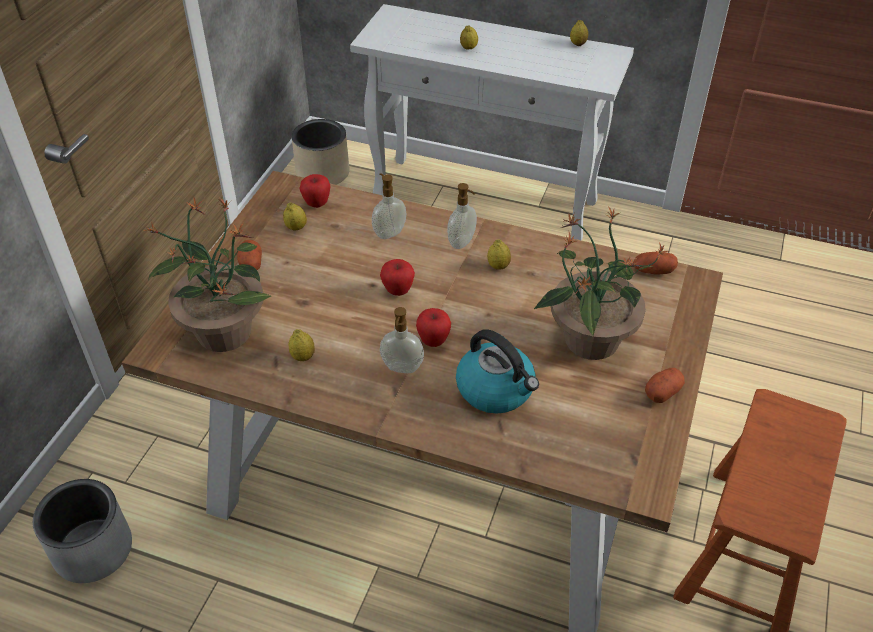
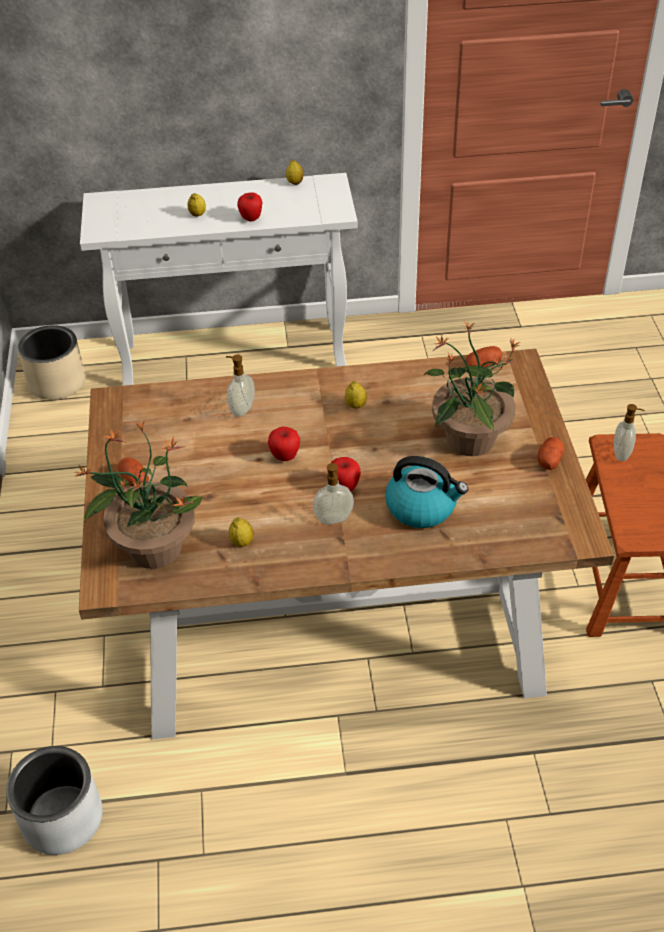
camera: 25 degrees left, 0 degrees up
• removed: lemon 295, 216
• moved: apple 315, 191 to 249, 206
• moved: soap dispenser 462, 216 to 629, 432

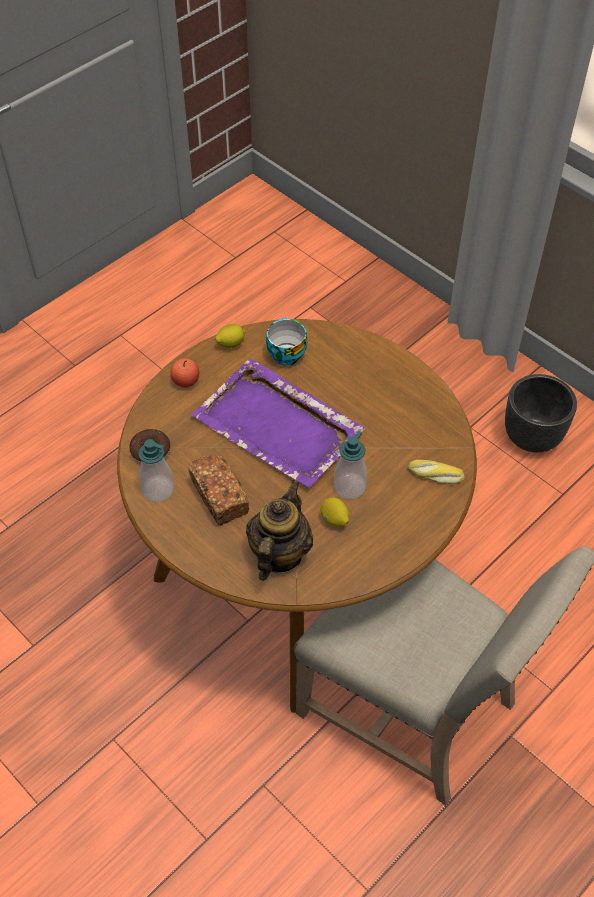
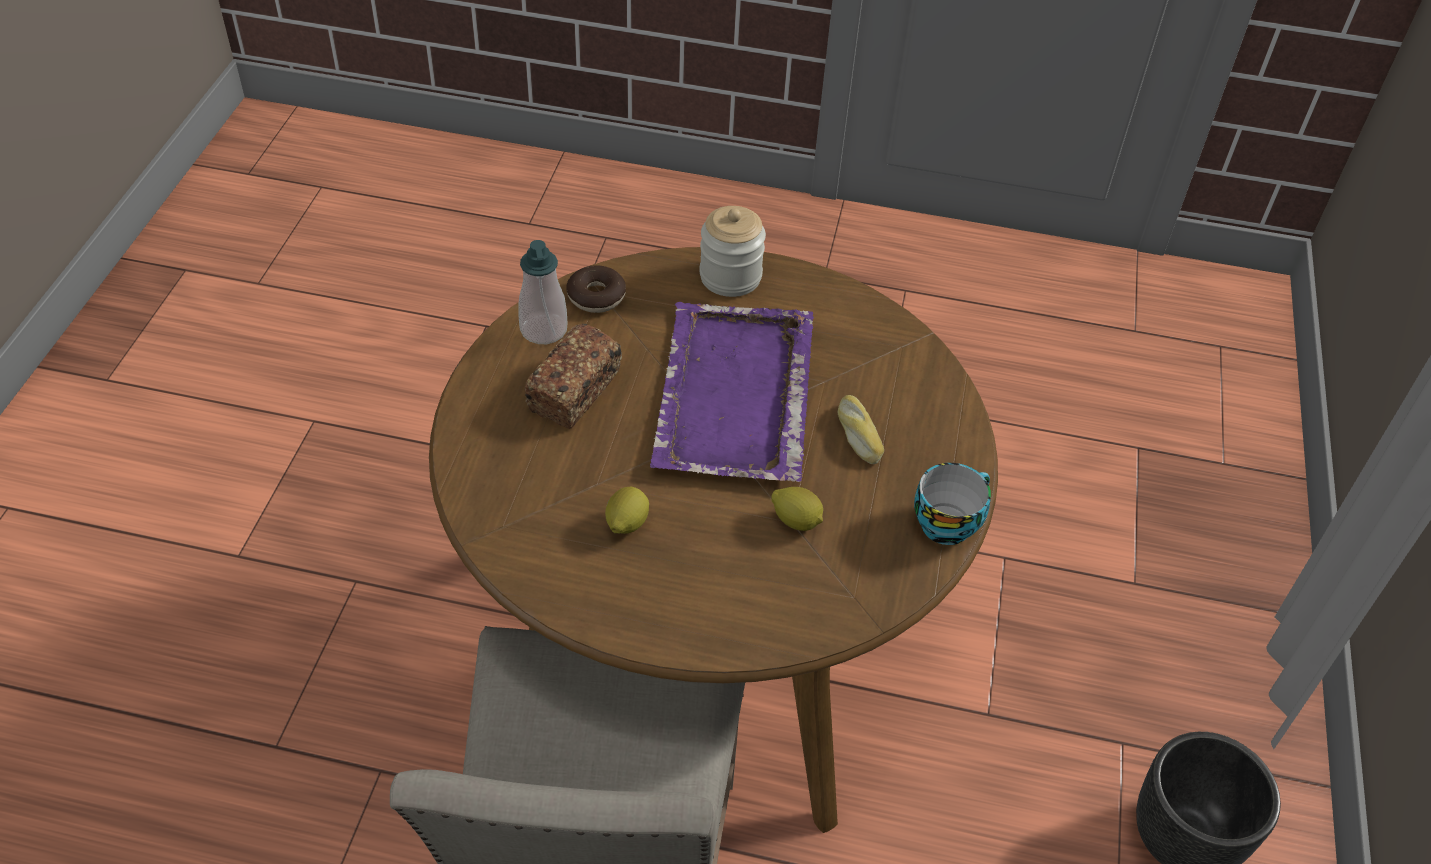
camera: 55 degrees right, 5 degrees down
• removed: teapot 279, 530
• removed: soap dispenser 350, 465
• moved: lemon 230, 336 to 797, 509
• moved: cup 287, 341 to 952, 504
• moved: bread 436, 472 to 861, 429
• replaced: apple 184, 372 to jar 732, 251

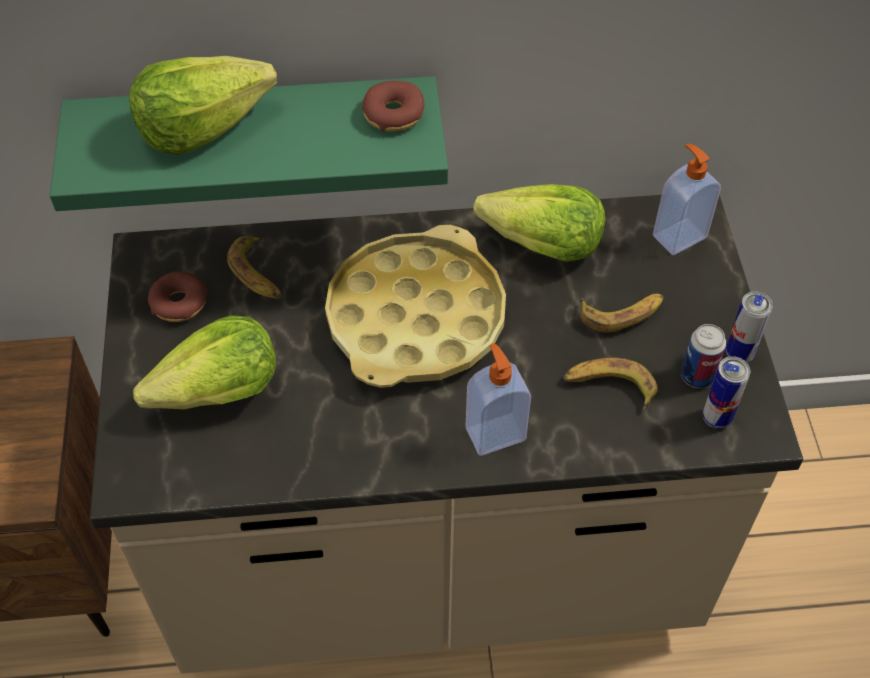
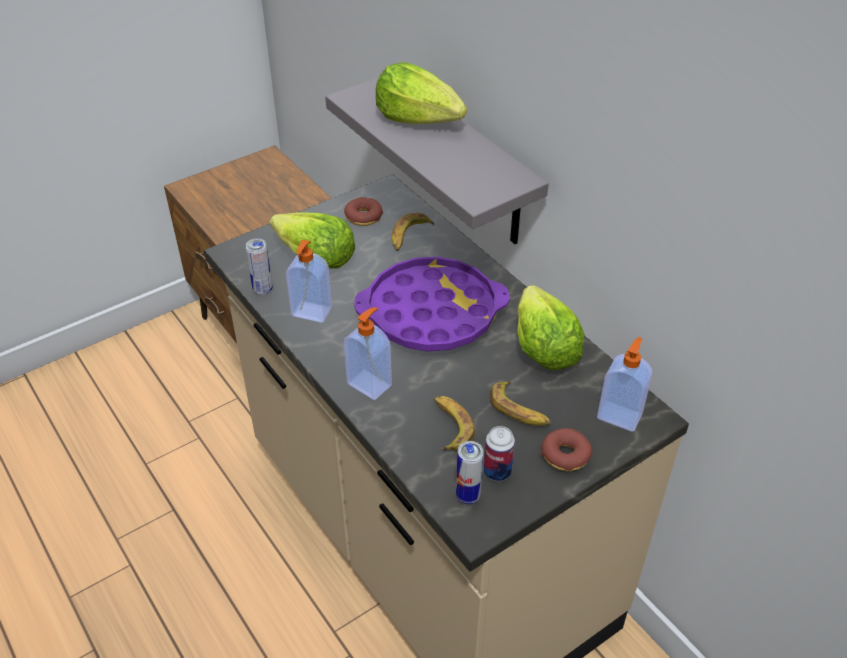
camera: 60 degrees right, 10 degrees down
• added: soap dispenser 309, 281
• moved: donut 393, 106 to 566, 449
• moved: can 749, 327 to 259, 266
• recoloured: shelf (green) 249, 143 to shelf (grey) 437, 160
• recoloured: tray (yellow) 415, 306 to tray (purple) 432, 303

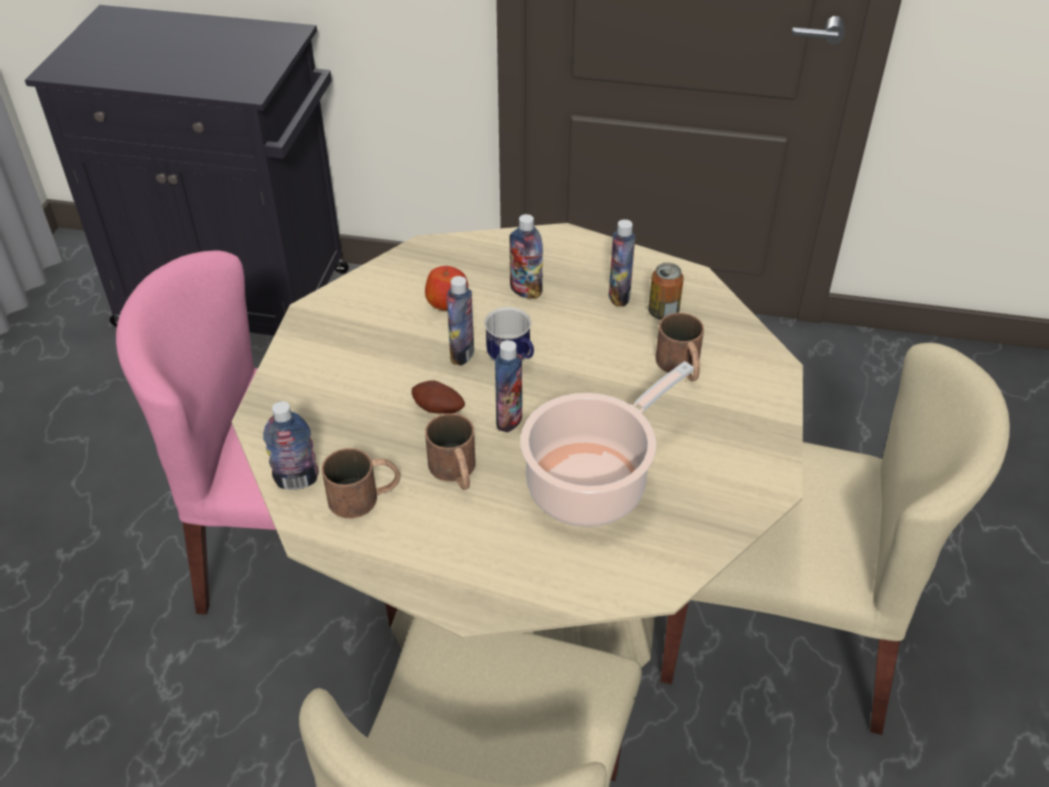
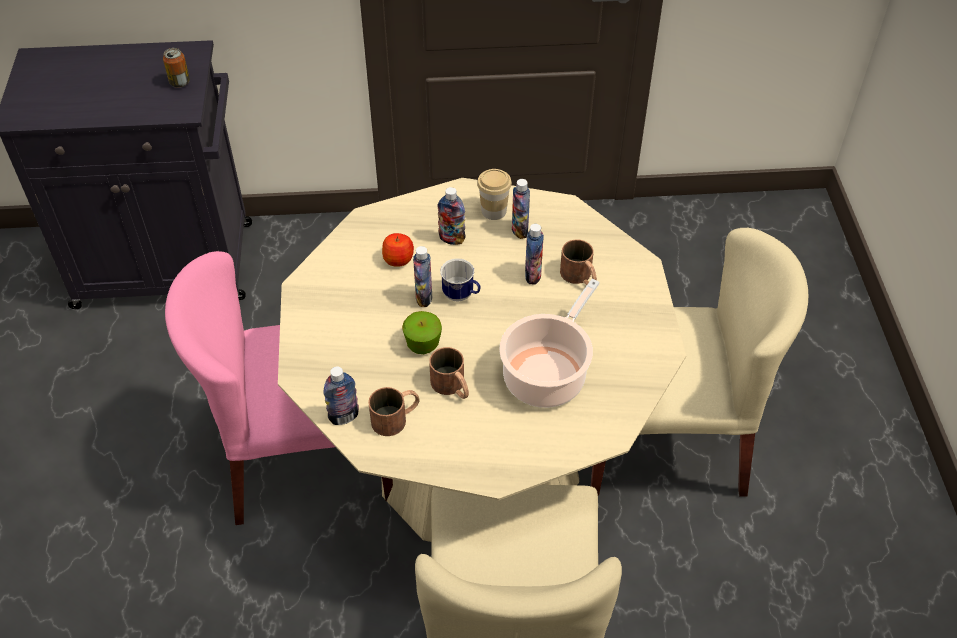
camera: 15 degrees left, 5 degrees up
• added: cup 494, 194
• moved: bottle 508, 386 to 534, 254
• moved: can 666, 291 to 176, 68
• replaced: potato 438, 397 to apple 422, 332

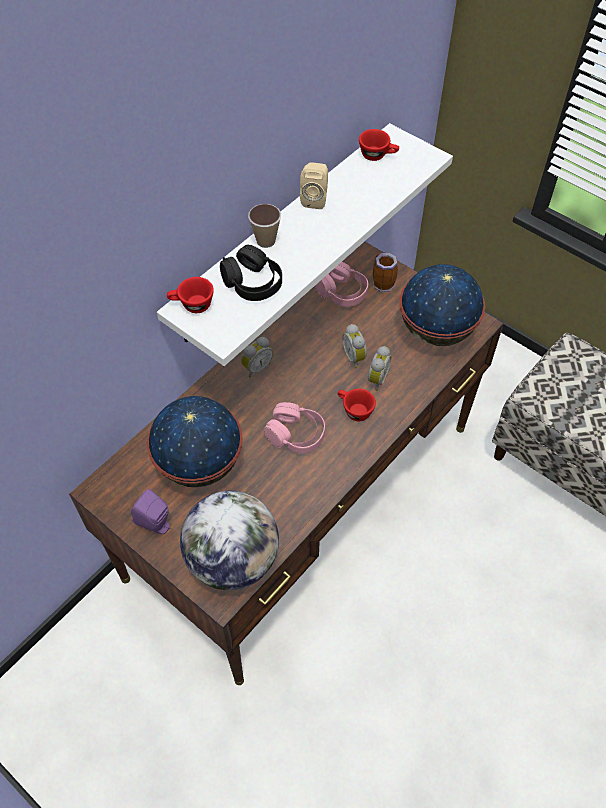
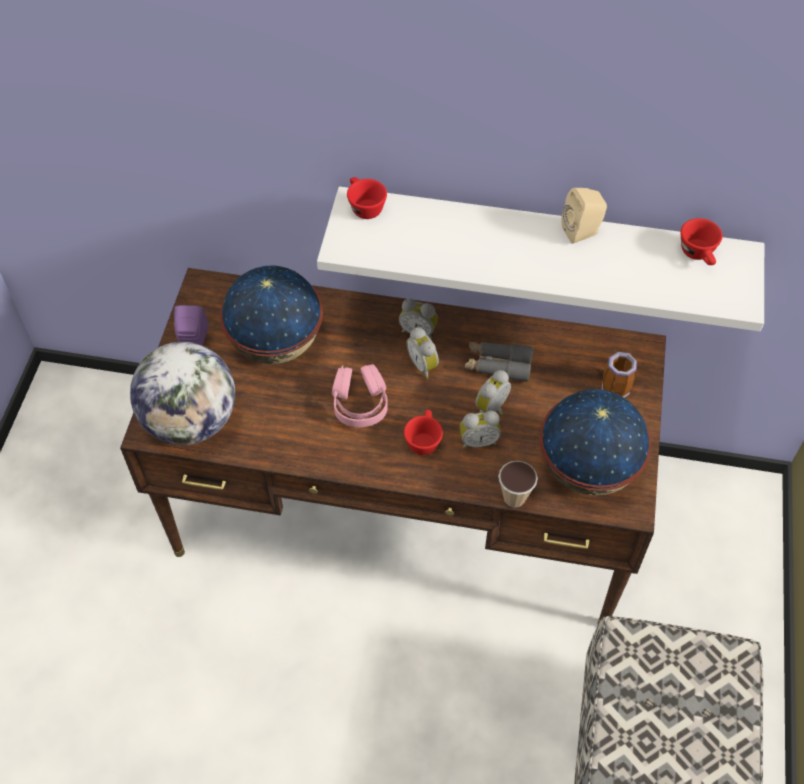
camera: 60 degrees right, 0 degrees up
• removed: headphones (black) 251, 273
• removed: headphones (pink) 341, 284
• added: alarm clock 422, 353
• added: binoculars (grey) 499, 361
• moved: cup 264, 226 to 518, 484

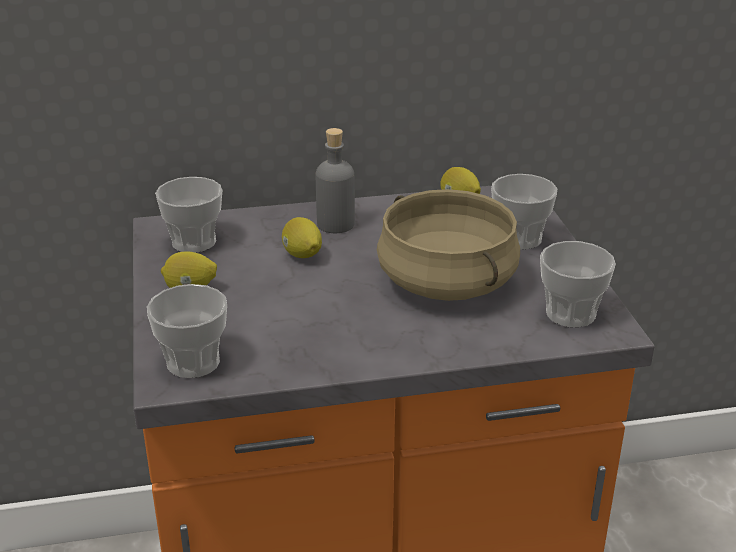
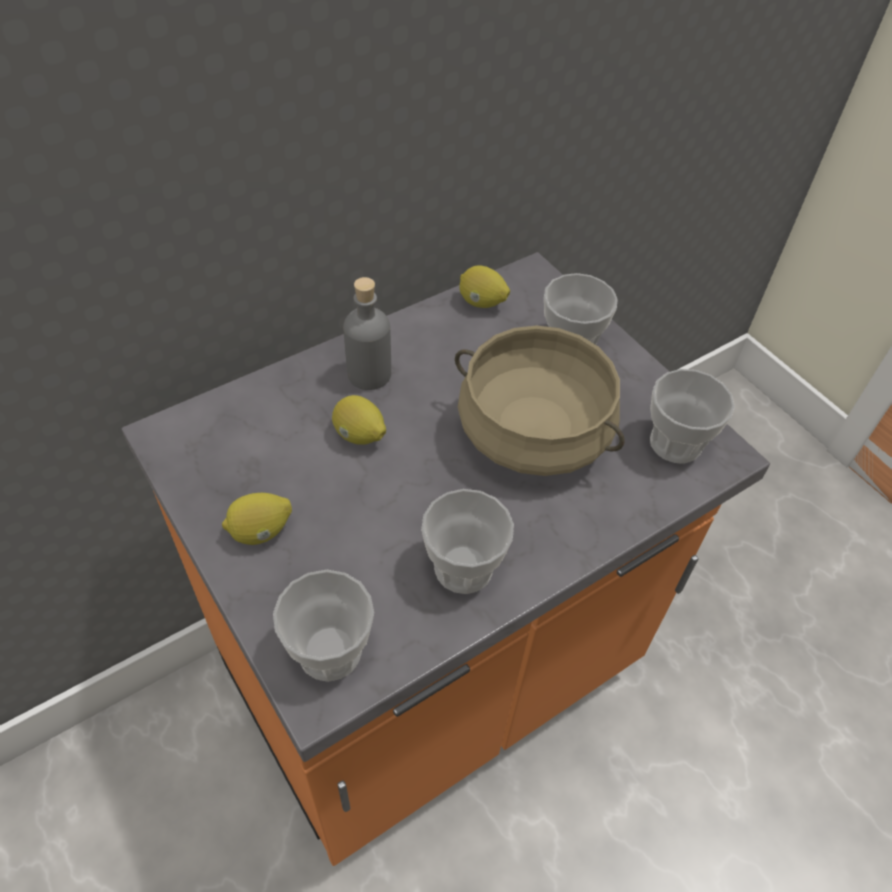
camera: 25 degrees left, 20 degrees up
• moved: cup 188, 215 to 467, 541

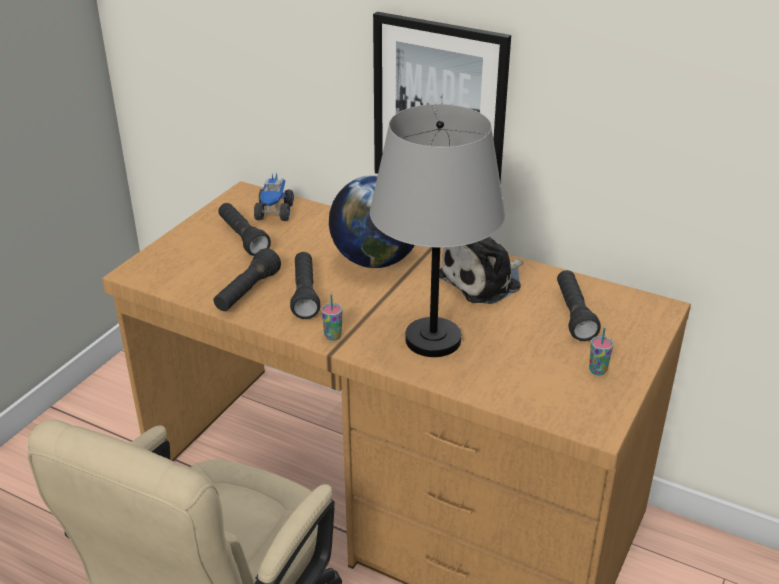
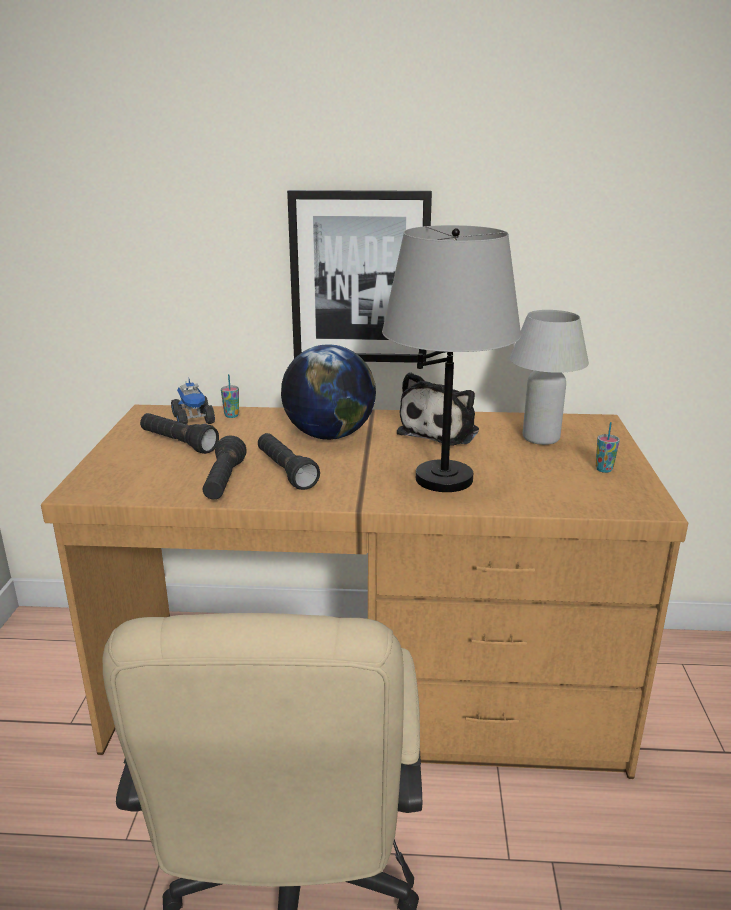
camera: 25 degrees left, 10 degrees down
• moved: cup 332, 317 to 230, 396
• replaced: flashlight (black) 579, 305 to table lamp (white) 549, 377

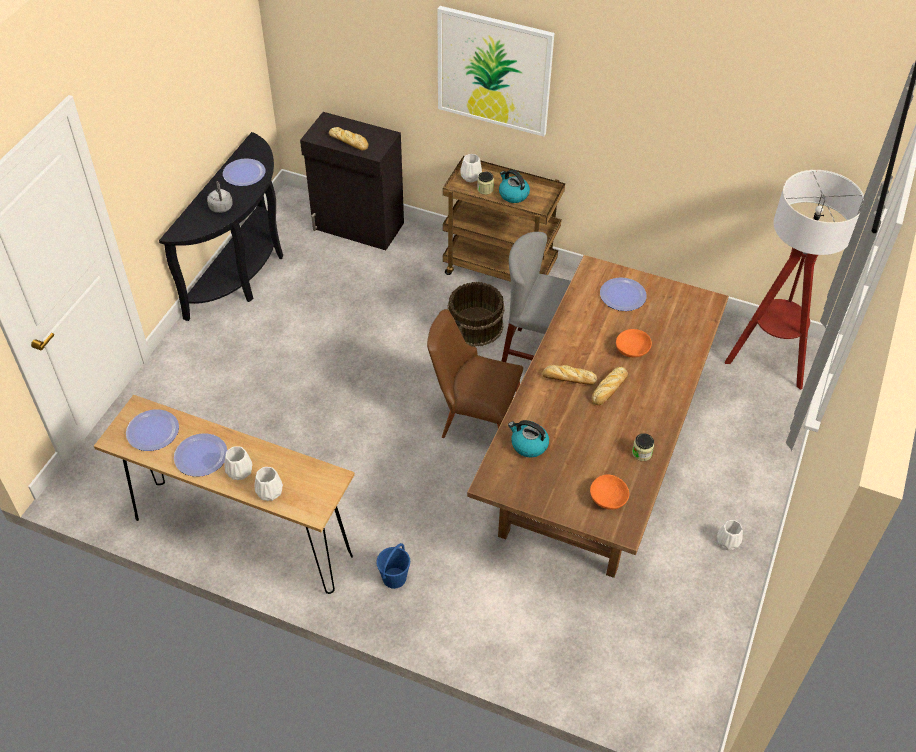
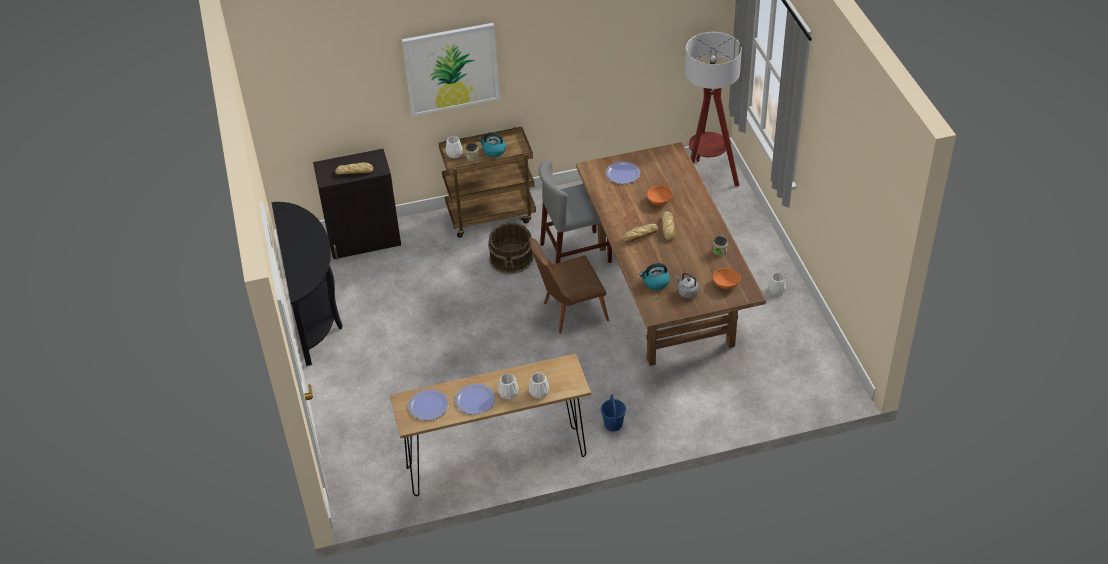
camera: 35 degrees left, 5 degrees down
• removed: plate 244, 172
• moved: kettle (grey) 220, 197 to 687, 285

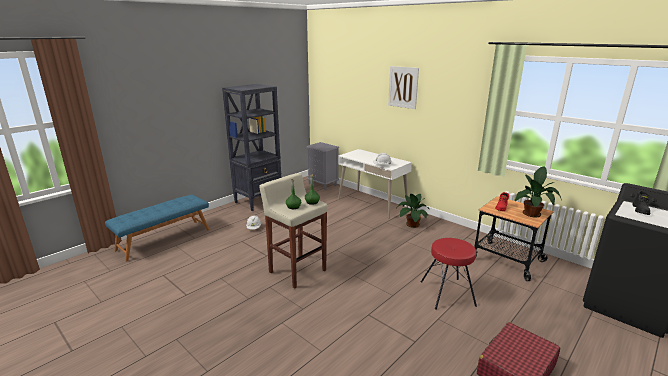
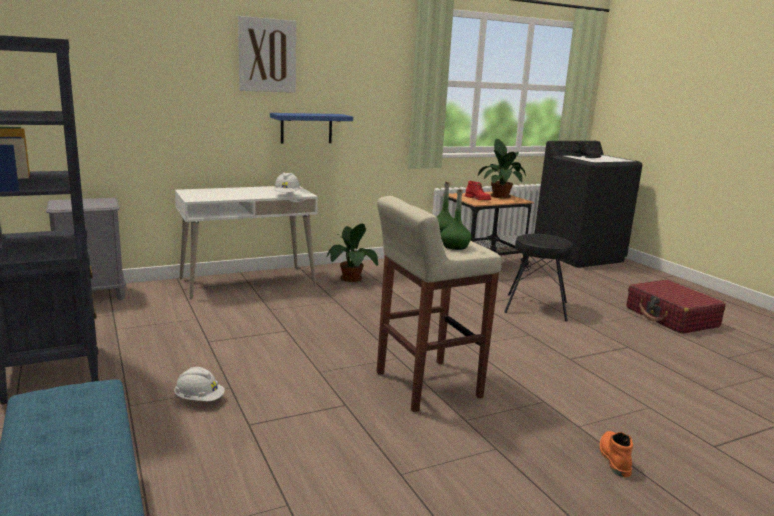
camera: 70 degrees left, 5 degrees down
• added: shelf (blue) 311, 128
• added: boot (orange) 616, 454
• recoloured: stool (red) 449, 274 to stool (black) 538, 277

